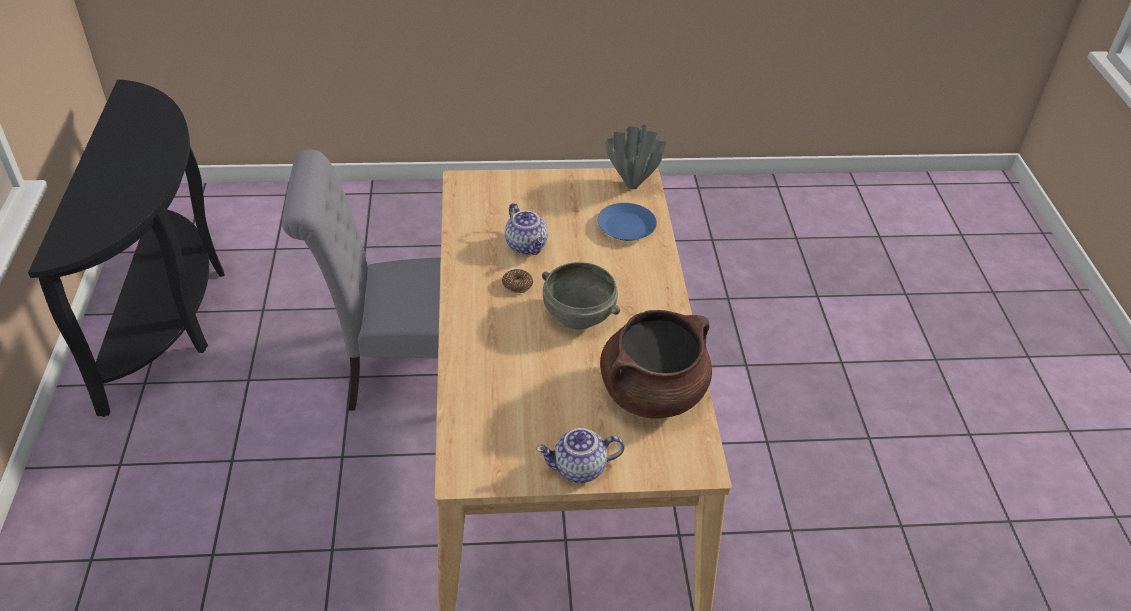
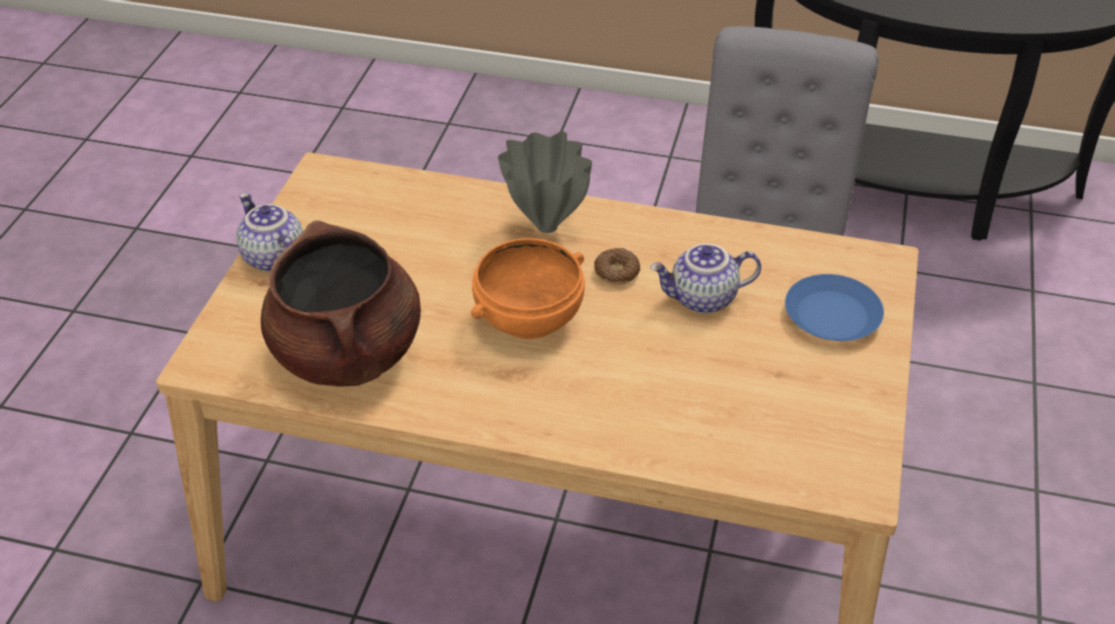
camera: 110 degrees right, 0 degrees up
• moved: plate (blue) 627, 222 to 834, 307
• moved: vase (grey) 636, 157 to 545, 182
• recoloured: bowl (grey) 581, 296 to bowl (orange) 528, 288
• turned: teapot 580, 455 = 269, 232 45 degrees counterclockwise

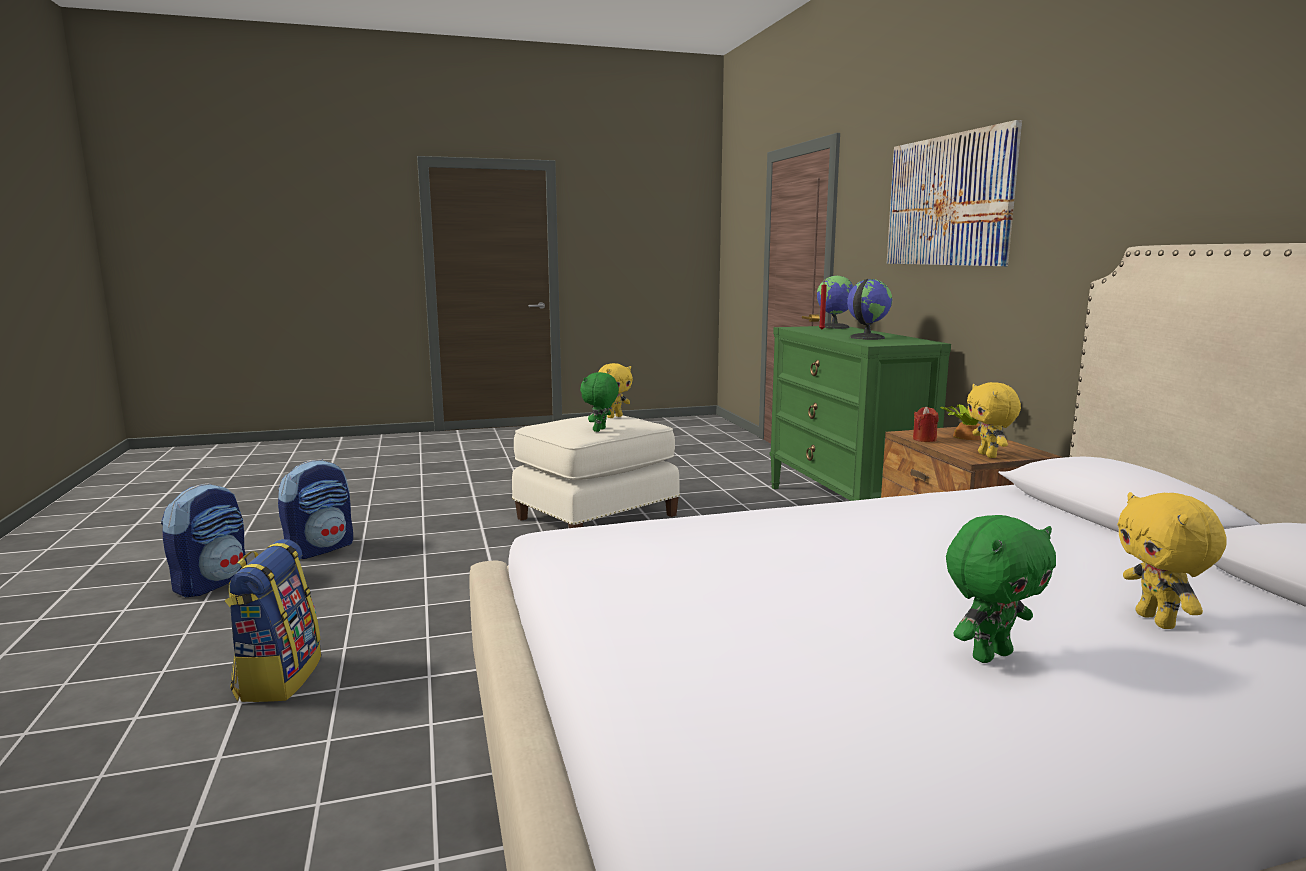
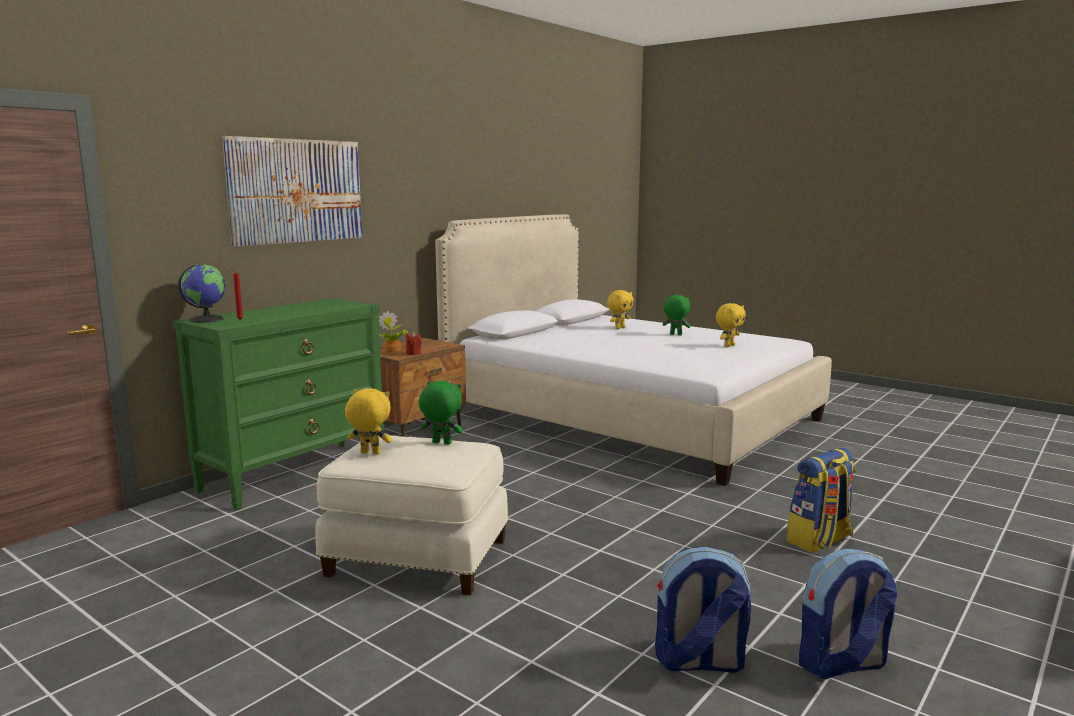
camera: 125 degrees left, 0 degrees up
• removed: globe 869, 309
• moved: plush toy (yellow) 994, 420 to 731, 325
• turned: plush toy (green) 599, 402 = 441, 413 150 degrees counterclockwise

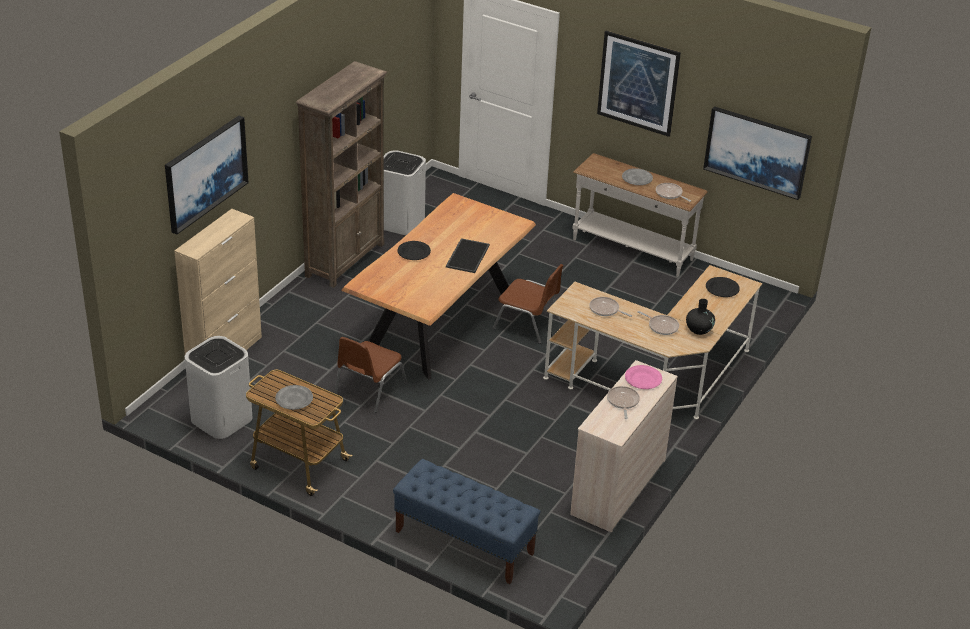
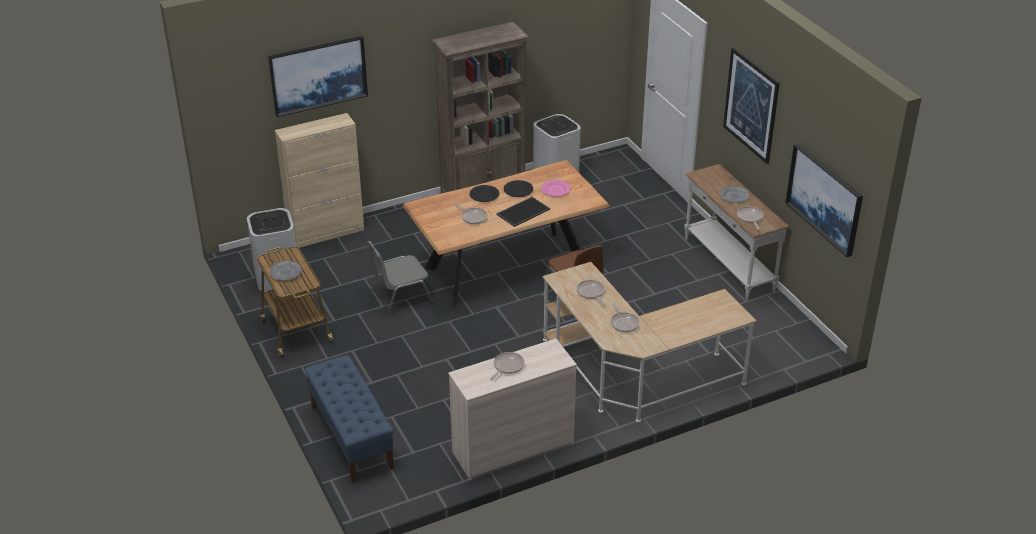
camera: 35 degrees right, 0 degrees up
• removed: vase (black) 700, 317
• added: frying pan 471, 214
• moved: plate (pink) 643, 377 to 556, 188
• moved: plate (black) 723, 287 to 518, 188
• recoloured: chair (brown) 370, 375 to chair (grey) 400, 278

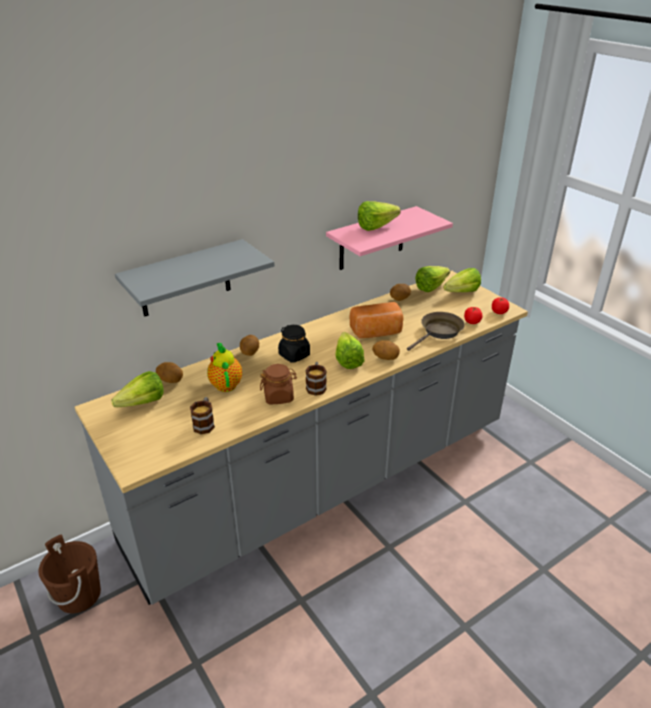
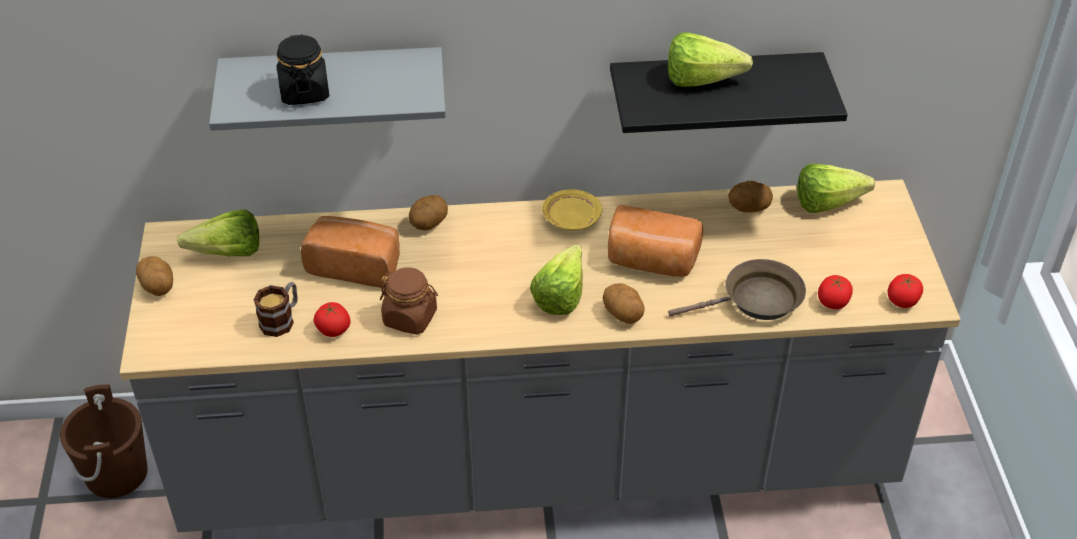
camera: 30 degrees right, 10 degrees up
• removed: mug 316, 379
• removed: lettuce 462, 280
• added: tomato 331, 319
• added: plate (yellow) 572, 210
• moved: potato 169, 372 to 154, 276
• moved: jar (black) 294, 344 to 303, 69
• replaced: teapot 224, 367 to bread 350, 252
• recoloured: shelf (pink) 389, 238 to shelf (black) 729, 92

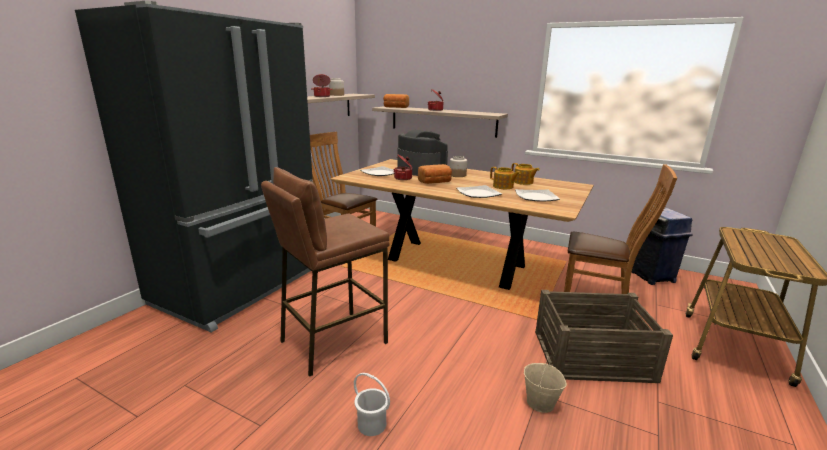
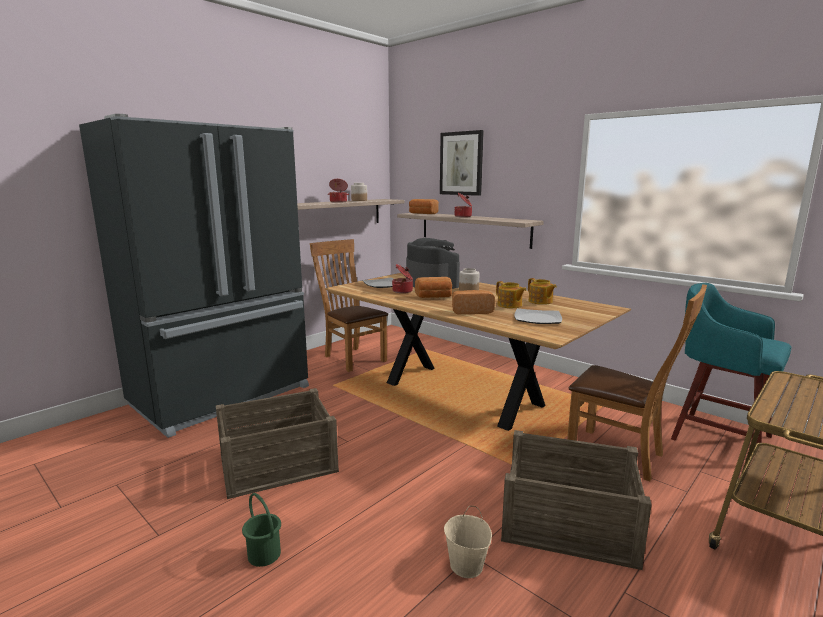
camera: 15 degrees right, 5 degrees down
• added: picture 462, 163
• replaced: stool (brown) 325, 272 to crate 277, 443
• replaced: plate 479, 191 to bread 473, 302
• replaced: trash can (blue) 662, 246 to stool (turquoise) 731, 363
• recoloured: bucket (white) 372, 404 to bucket (green) 261, 530

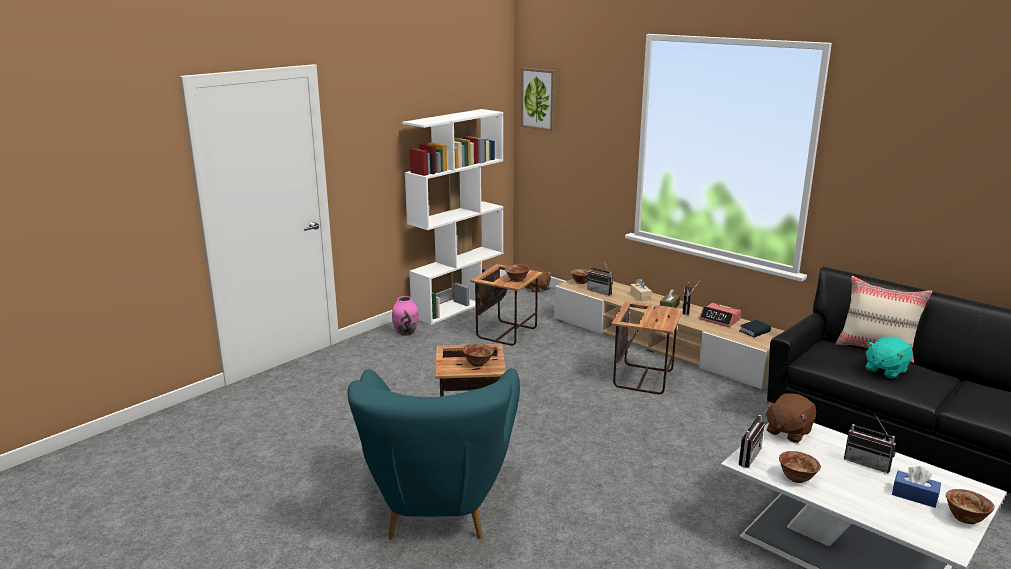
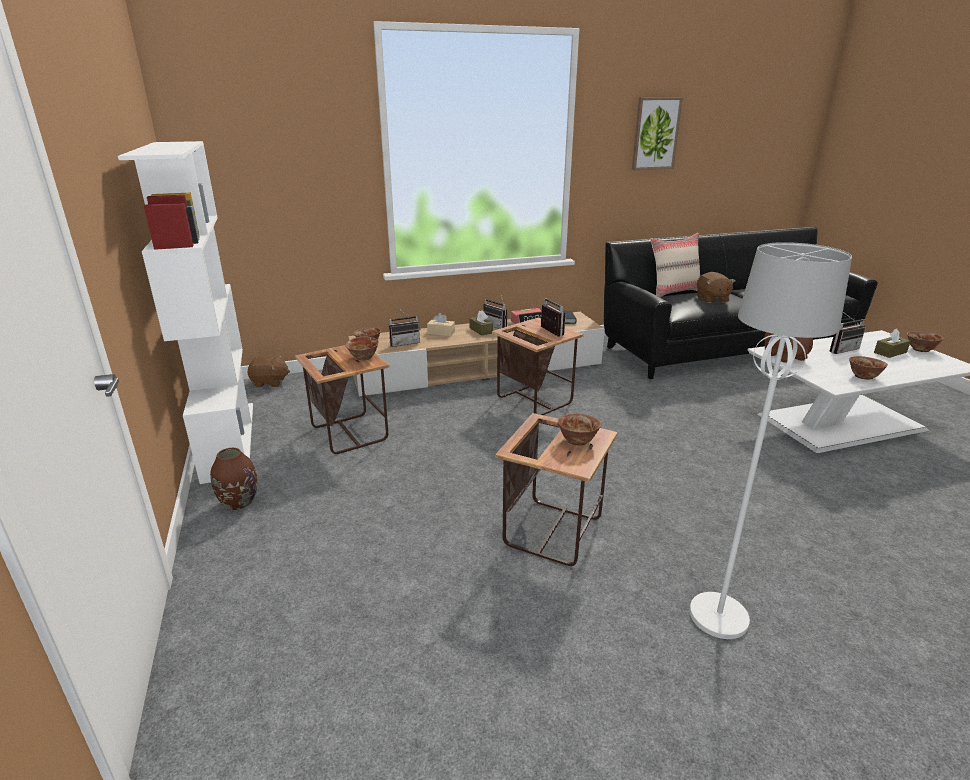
camera: 60 degrees left, 5 degrees up
• moved: picture 538, 99 to 657, 133
• moved: radio 751, 439 to 553, 317
• replaced: armchair (turquoise) 433, 454 to floor lamp (white) 771, 440
• recoloured: vase (pink) 405, 316 to vase (brown) 233, 479
• recoloured: plush toy (turquoise) 889, 358 to plush toy (brown) 716, 287
• recoloured: tissue box (blue) 916, 487 to tissue box (brown) 892, 343

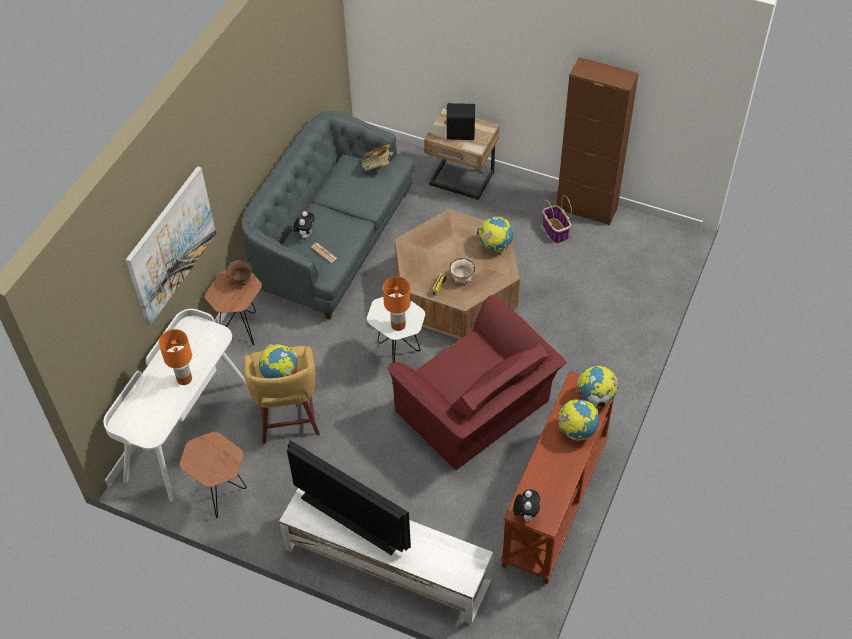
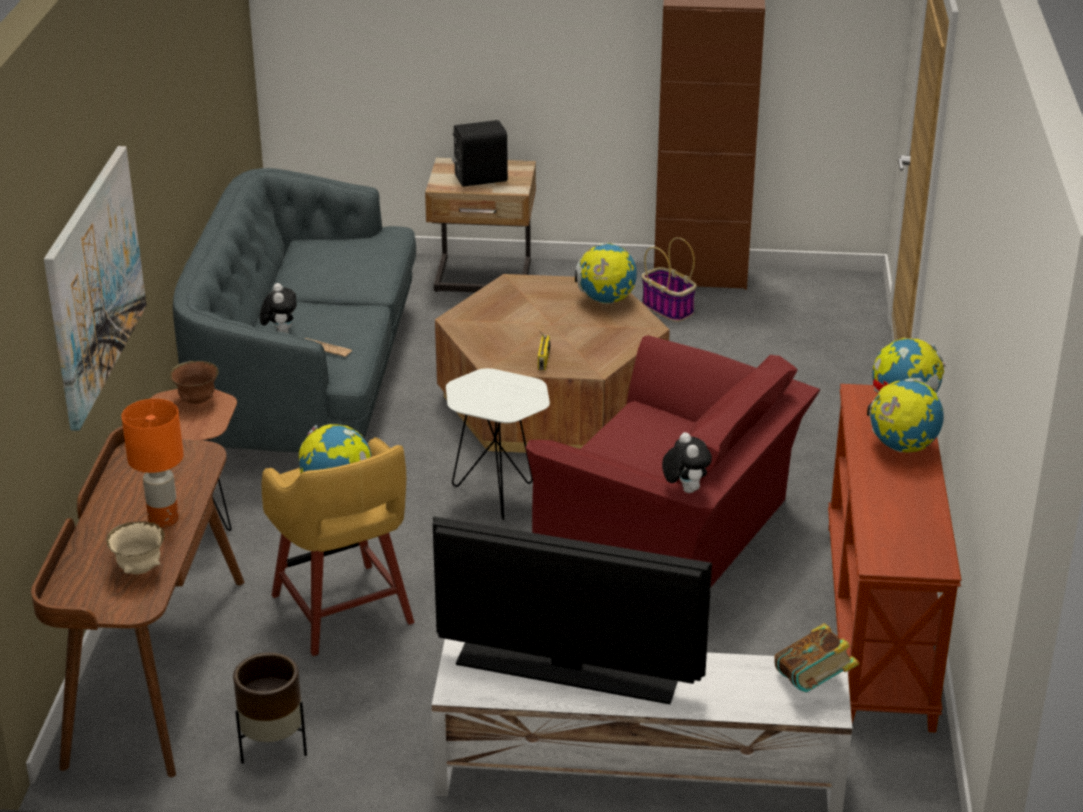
camera: 20 degrees left, 20 degrees down
• removed: table lamp (orange) 397, 303
• moved: book 377, 157 to 817, 657
• moved: bowl (beige) 462, 270 to 135, 547
• moved: plush toy 526, 505 to 687, 462
• replaced: side table (brown) 213, 475 to planter (brown) 270, 708
• recoloured: desk (white) 175, 405 to desk (brown) 137, 601

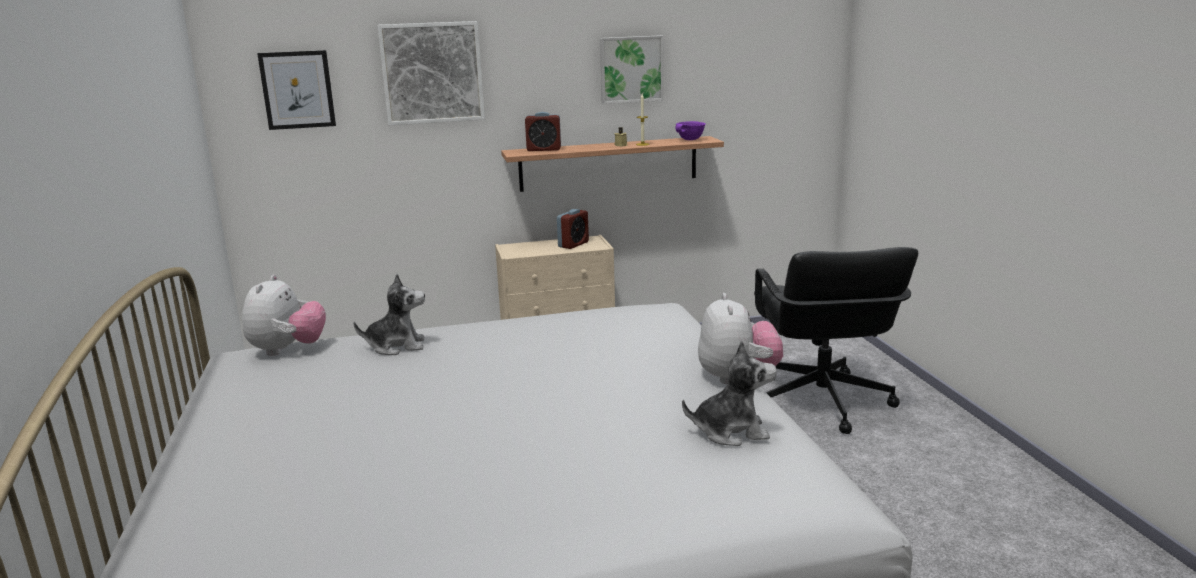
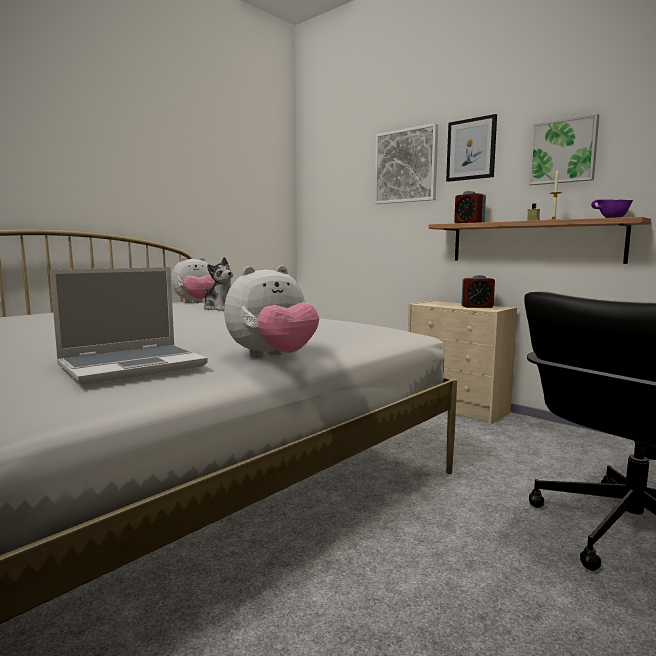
camera: 55 degrees right, 10 degrees down
• moved: picture 296, 90 to 471, 148
• replaced: plush toy 729, 393 to laptop 129, 326

